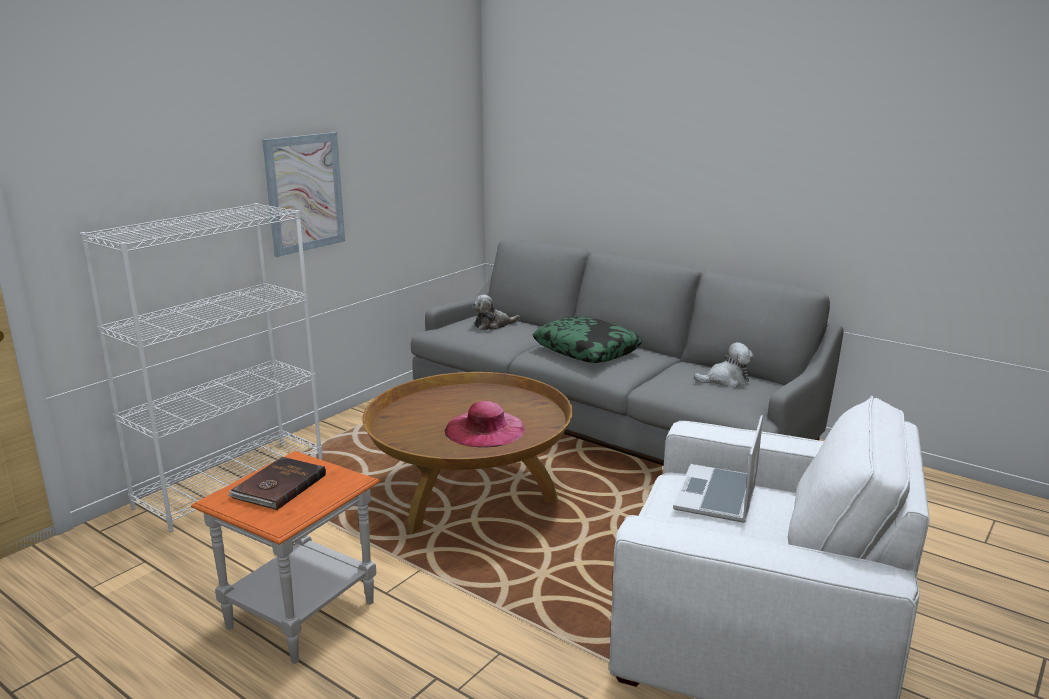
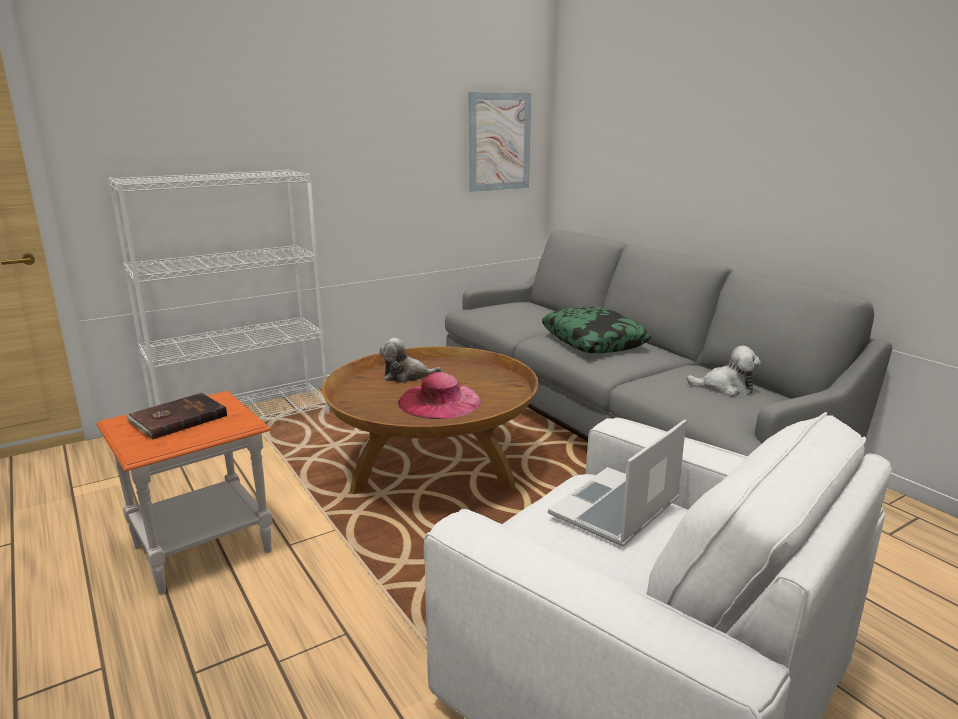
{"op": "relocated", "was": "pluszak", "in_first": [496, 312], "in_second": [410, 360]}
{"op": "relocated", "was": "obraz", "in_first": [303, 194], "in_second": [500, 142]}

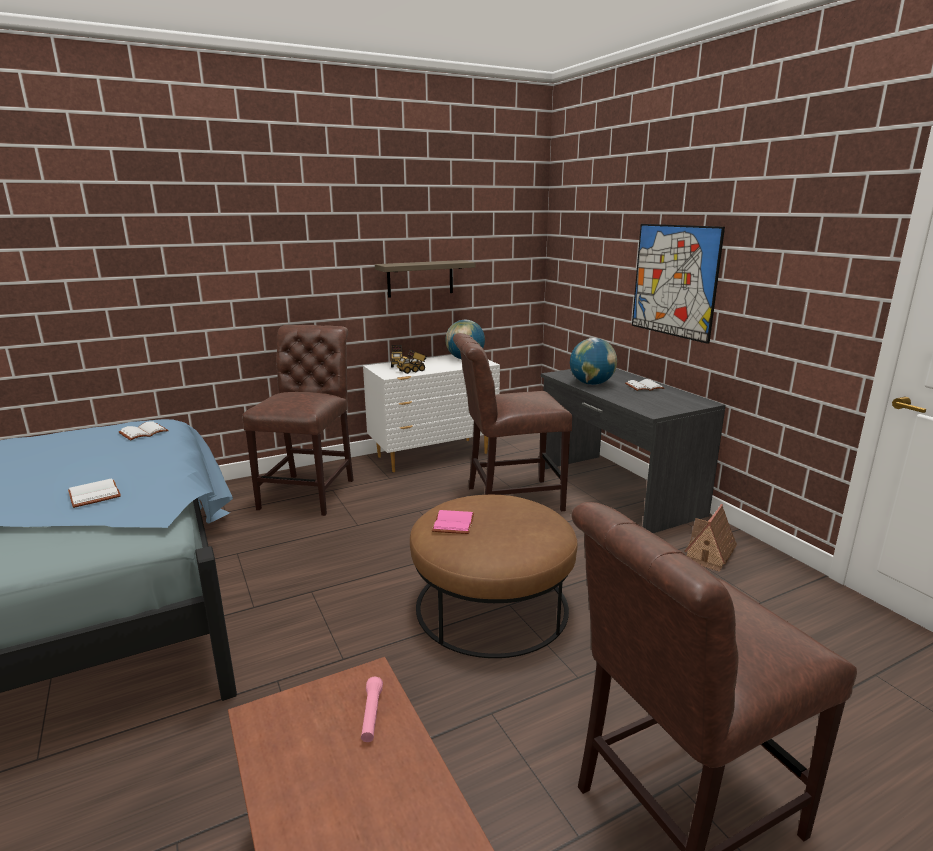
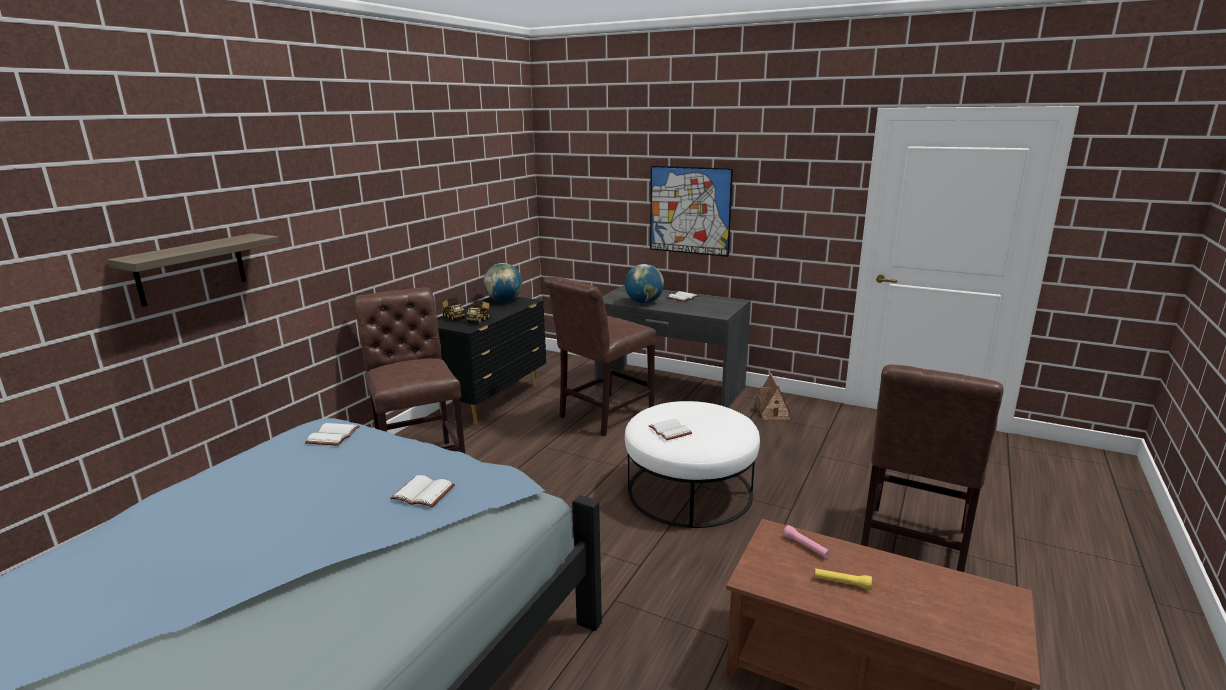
{"op": "relocated", "was": "półka", "in_first": [425, 279], "in_second": [193, 269]}
{"op": "colour", "was": "komoda [biały]", "now": "komoda [czarny]", "in_first": [431, 413], "in_second": [491, 360]}
{"op": "colour", "was": "pufa [brązowy]", "now": "pufa [biały]", "in_first": [493, 576], "in_second": [692, 464]}
{"op": "colour", "was": "książka [różowy]", "now": "książka [biały]", "in_first": [453, 522], "in_second": [670, 430]}
{"op": "appeared", "now": "latarka [żółty]", "in_second": [843, 579]}

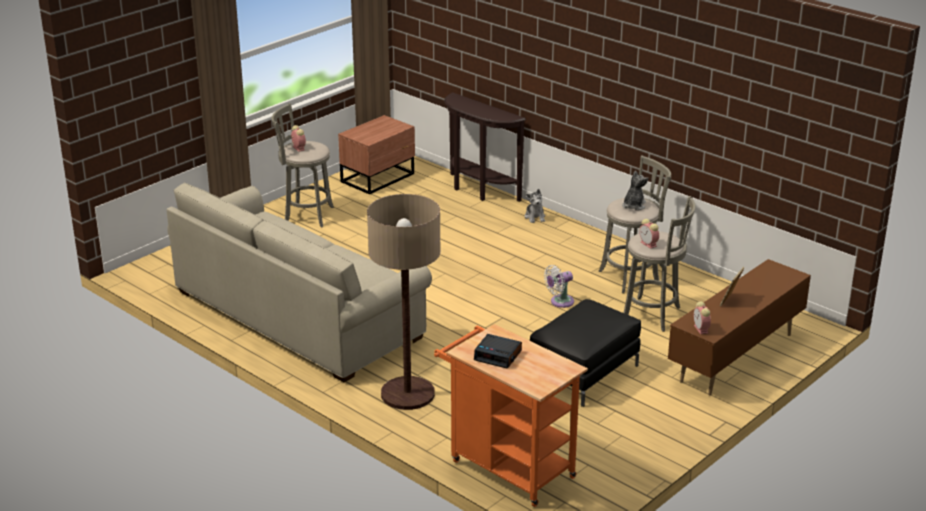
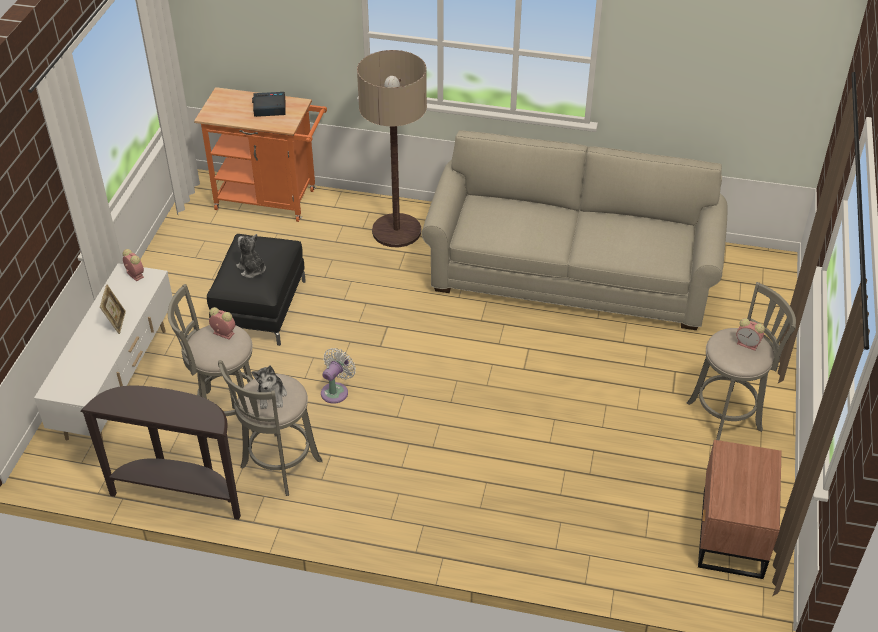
{"op": "colour", "was": "szafka pod telewizor [brązowy]", "now": "szafka pod telewizor [biały]", "in_first": [739, 327], "in_second": [103, 352]}
{"op": "relocated", "was": "stolik konsolowy [brązowy]", "in_first": [485, 147], "in_second": [160, 452]}
{"op": "relocated", "was": "pluszak", "in_first": [535, 206], "in_second": [251, 256]}

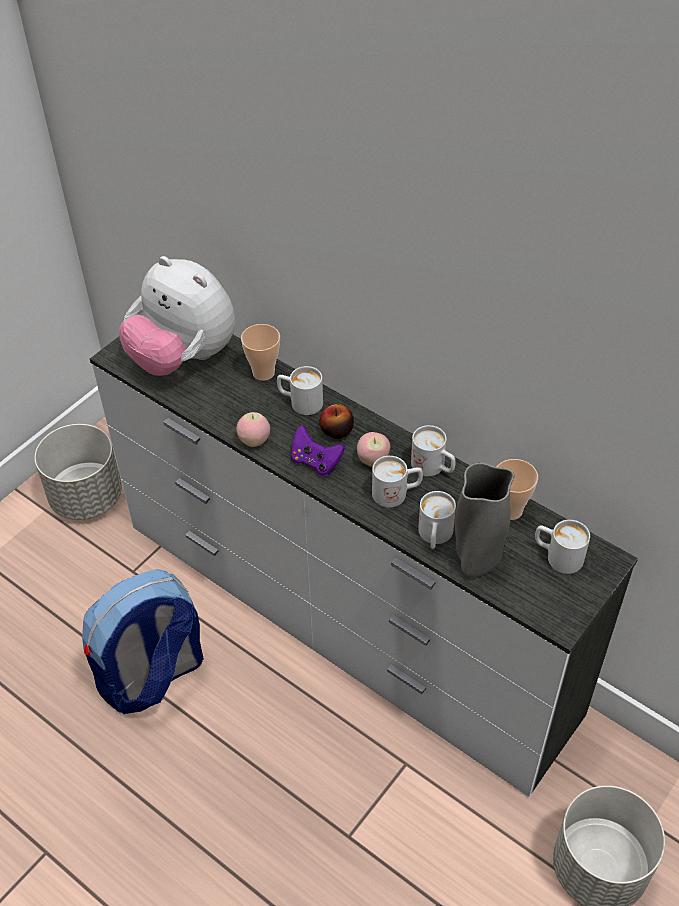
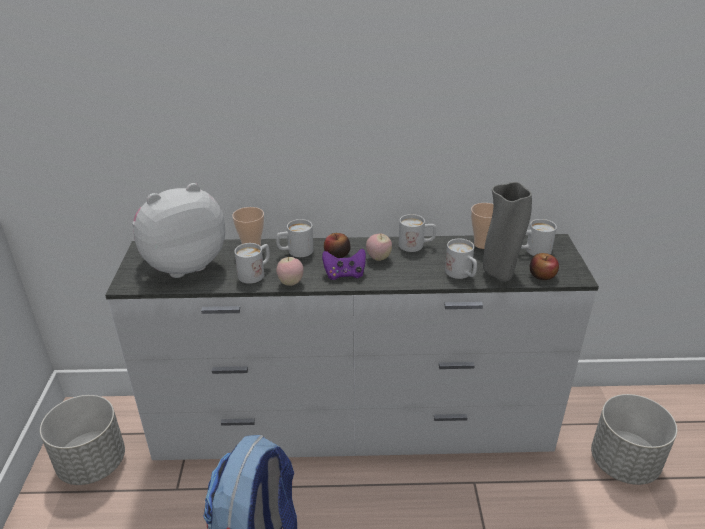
{"op": "spun", "was": "pluszak", "in_first": [177, 316], "in_second": [178, 230], "clockwise": 150}
{"op": "relocated", "was": "kubek [biały]", "in_first": [397, 482], "in_second": [252, 263]}
{"op": "appeared", "now": "jabłko", "in_second": [544, 266]}

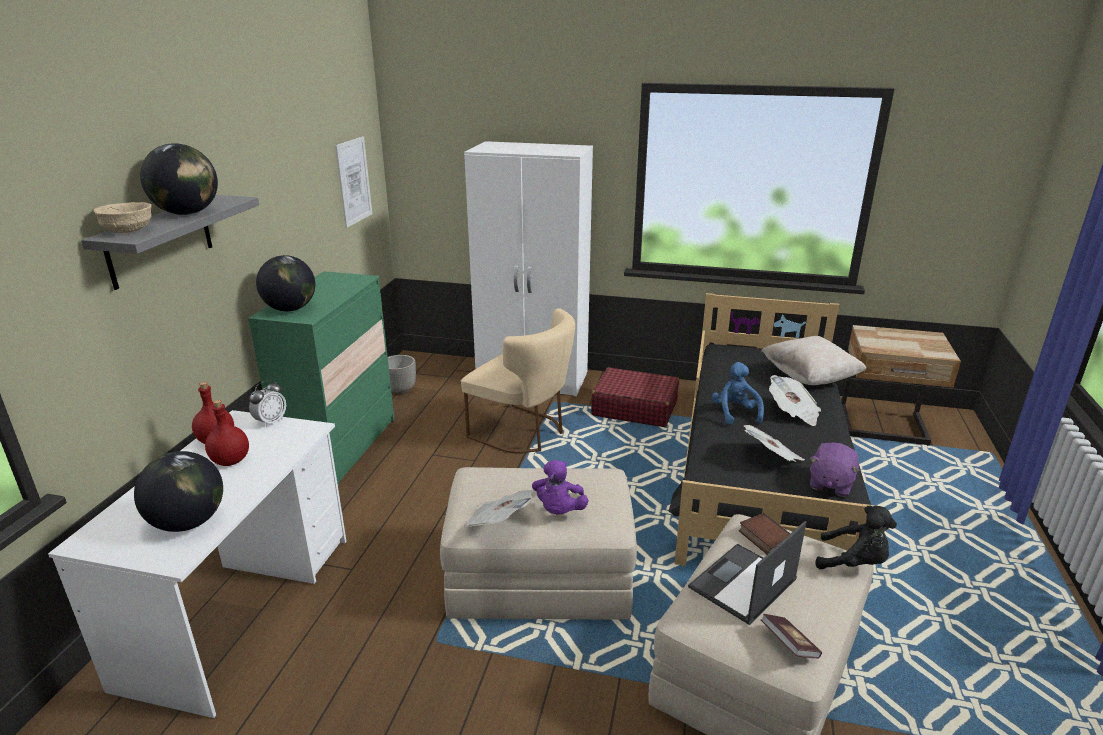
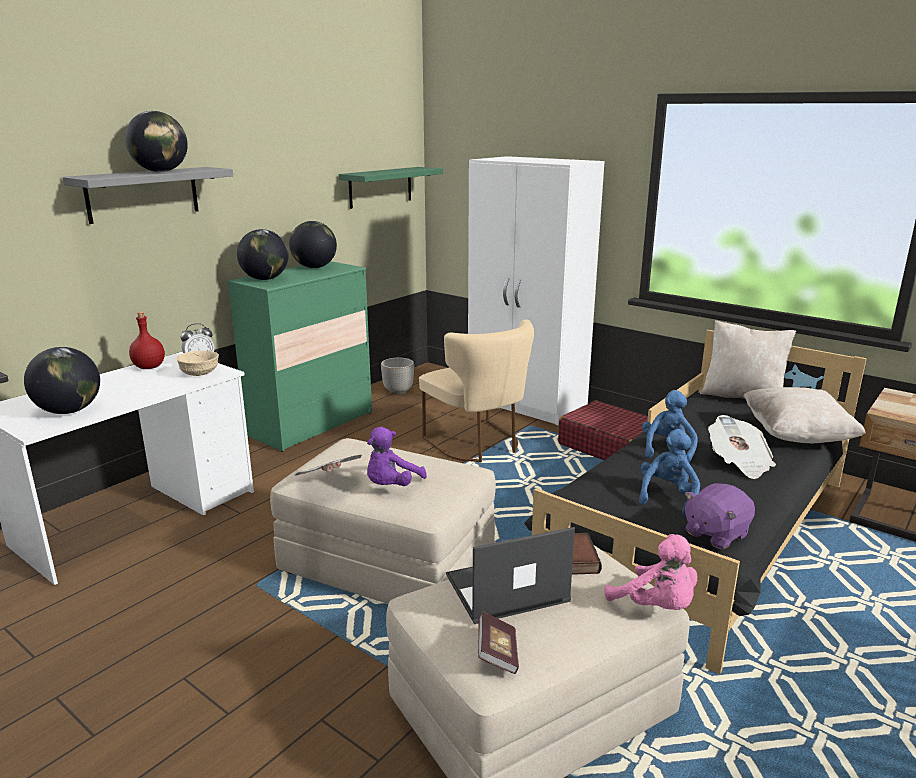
{"op": "relocated", "was": "miska [beżowy]", "in_first": [122, 217], "in_second": [198, 363]}
{"op": "appeared", "now": "globus", "in_second": [313, 244]}
{"op": "exchanged", "was": "obraz", "now": "półka [zielony]", "in_first": [354, 182], "in_second": [391, 188]}
{"op": "colour", "was": "pluszak [czarny]", "now": "pluszak [różowy]", "in_first": [856, 537], "in_second": [650, 572]}
{"op": "exchanged", "was": "gazeta", "now": "pluszak [niebieski]", "in_first": [774, 443], "in_second": [669, 472]}
{"op": "appeared", "now": "poduszka [beżowy]", "in_second": [748, 359]}
{"op": "missing", "was": "butelka [czerwony]", "in_first": [227, 433]}

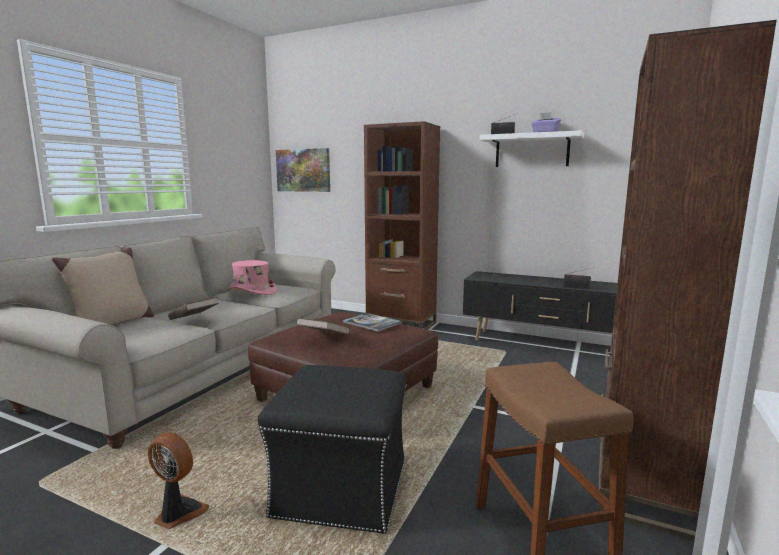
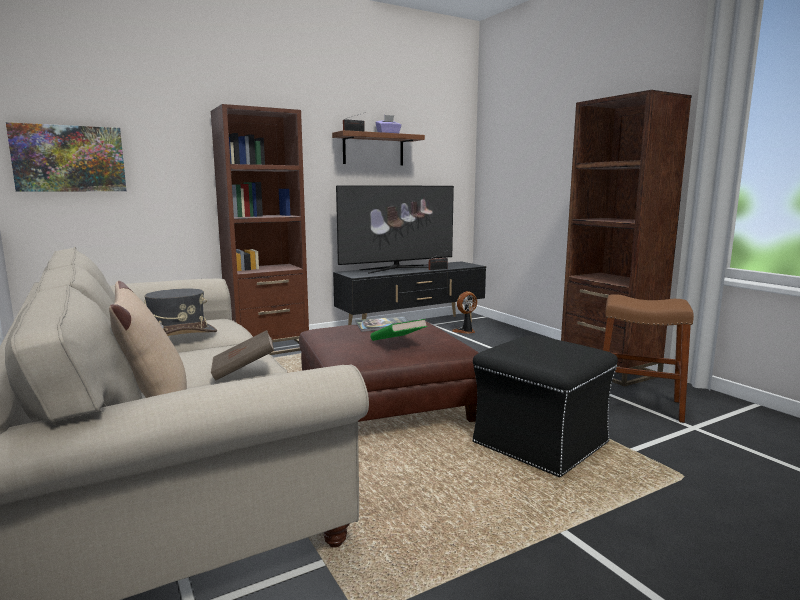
{"op": "colour", "was": "kapelusz [różowy]", "now": "kapelusz [szary]", "in_first": [252, 277], "in_second": [180, 312]}
{"op": "colour", "was": "półka [biały]", "now": "półka [brązowy]", "in_first": [532, 148], "in_second": [378, 147]}
{"op": "appeared", "now": "telewizor", "in_second": [395, 229]}
{"op": "colour", "was": "książka [brązowy]", "now": "książka [zielony]", "in_first": [323, 326], "in_second": [399, 330]}
{"op": "relocated", "was": "wentylator", "in_first": [179, 480], "in_second": [464, 312]}

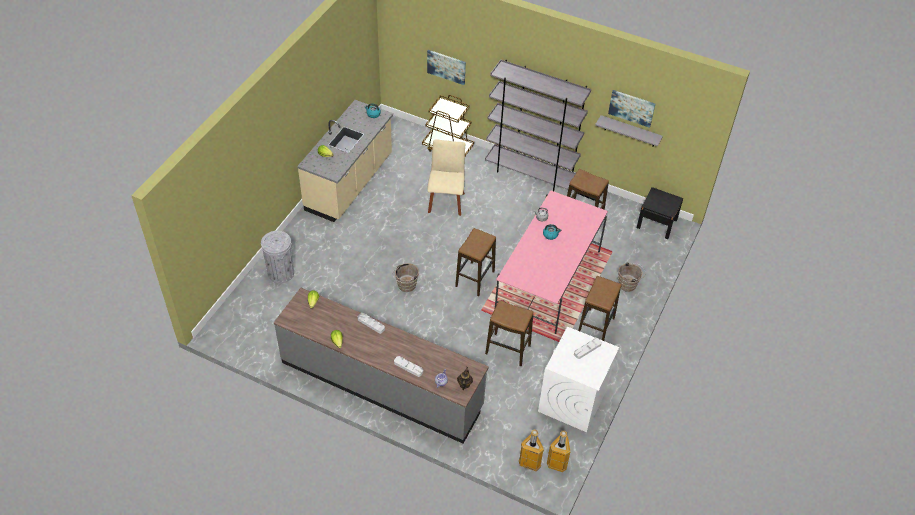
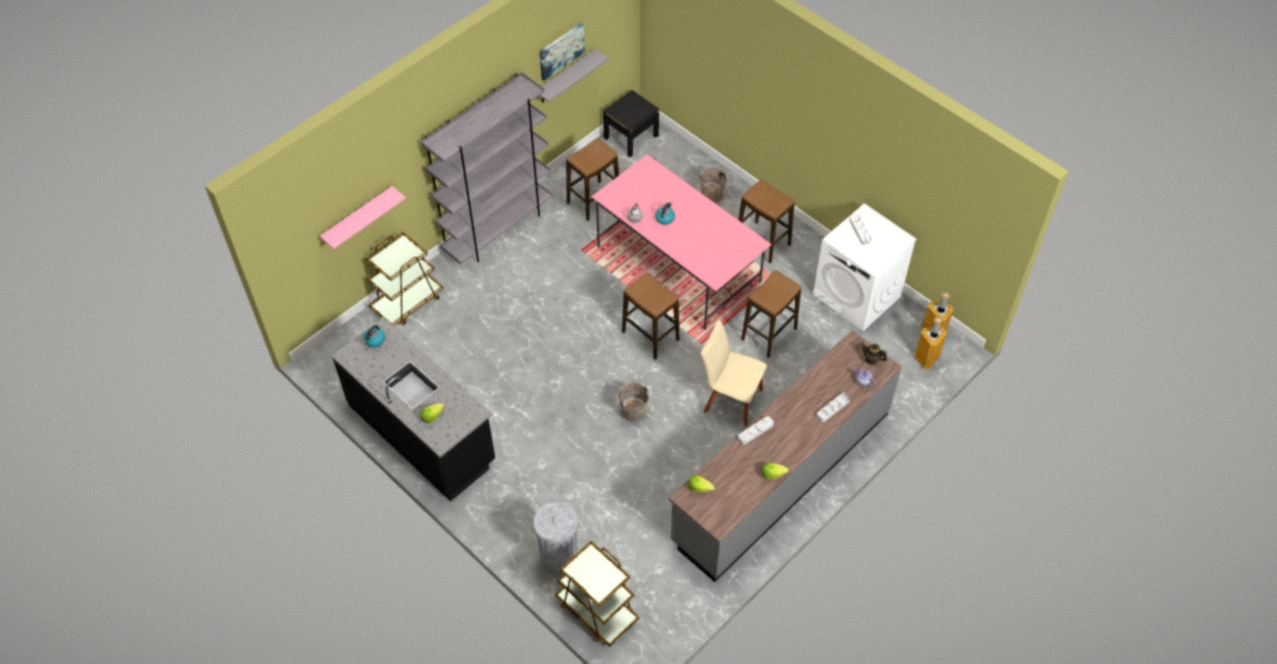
{"op": "exchanged", "was": "obraz", "now": "półka [różowy]", "in_first": [446, 67], "in_second": [363, 217]}
{"op": "colour", "was": "zabudowa kuchenna [beżowy]", "now": "zabudowa kuchenna [czarny]", "in_first": [345, 161], "in_second": [413, 409]}
{"op": "appeared", "now": "wózek [brązowy]", "in_second": [597, 594]}
{"op": "relocated", "was": "krzesło [beżowy]", "in_first": [446, 177], "in_second": [734, 373]}

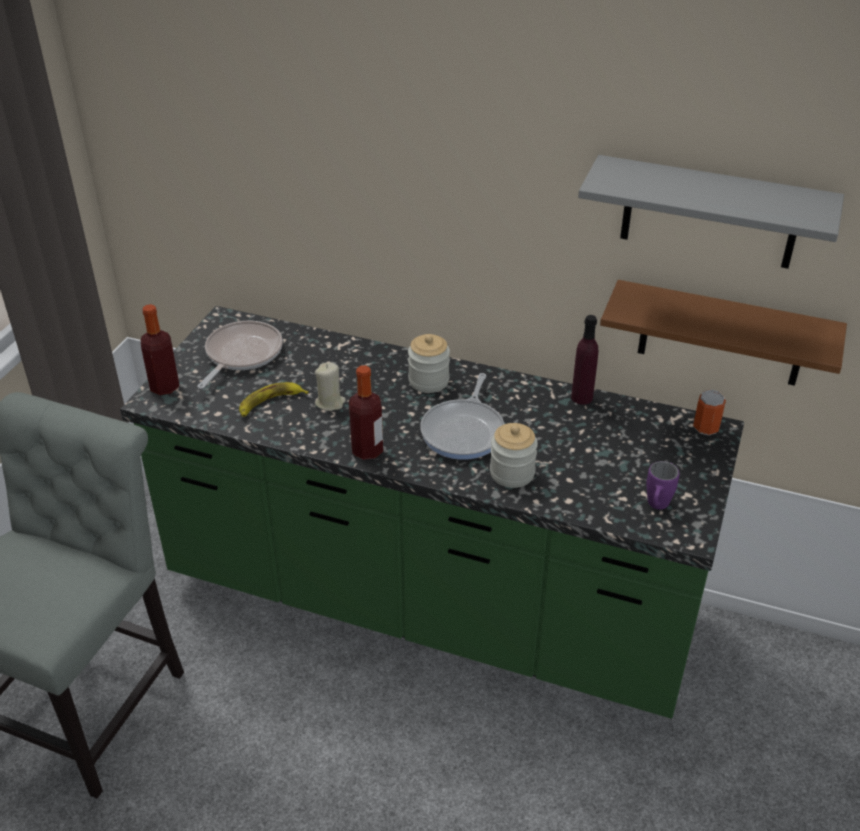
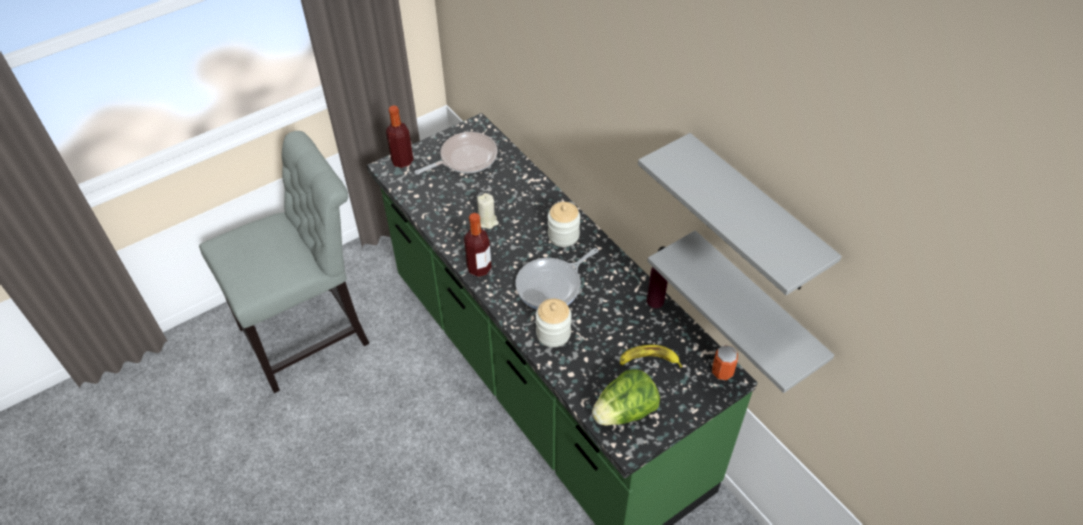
{"op": "exchanged", "was": "kubek [fioletowy]", "now": "sałata", "in_first": [663, 485], "in_second": [626, 397]}
{"op": "relocated", "was": "banan", "in_first": [274, 399], "in_second": [651, 356]}
{"op": "colour", "was": "półka [brązowy]", "now": "półka [szary]", "in_first": [723, 333], "in_second": [740, 311]}

